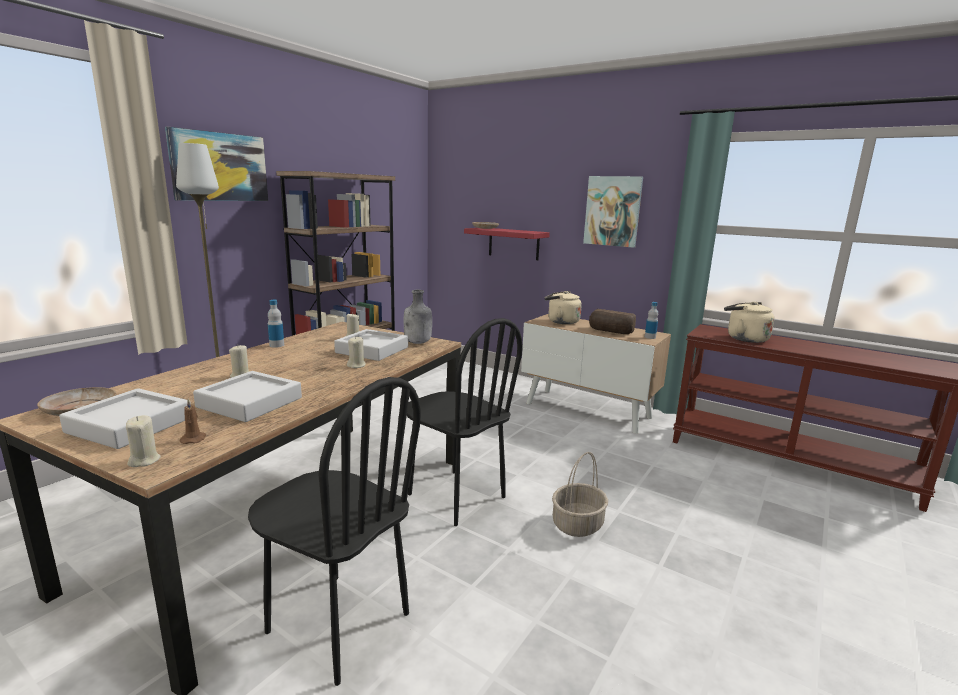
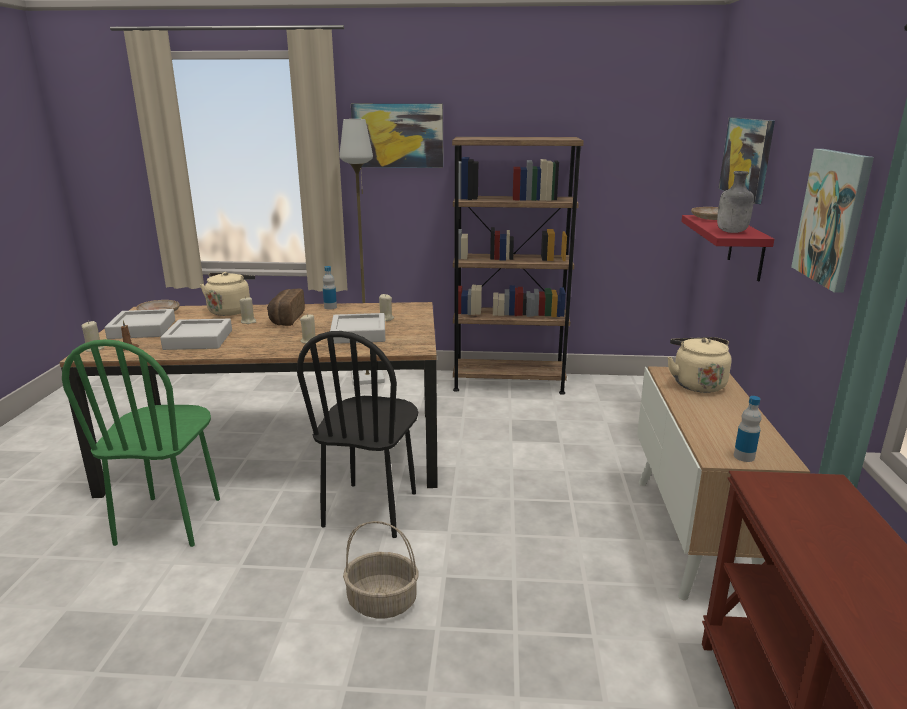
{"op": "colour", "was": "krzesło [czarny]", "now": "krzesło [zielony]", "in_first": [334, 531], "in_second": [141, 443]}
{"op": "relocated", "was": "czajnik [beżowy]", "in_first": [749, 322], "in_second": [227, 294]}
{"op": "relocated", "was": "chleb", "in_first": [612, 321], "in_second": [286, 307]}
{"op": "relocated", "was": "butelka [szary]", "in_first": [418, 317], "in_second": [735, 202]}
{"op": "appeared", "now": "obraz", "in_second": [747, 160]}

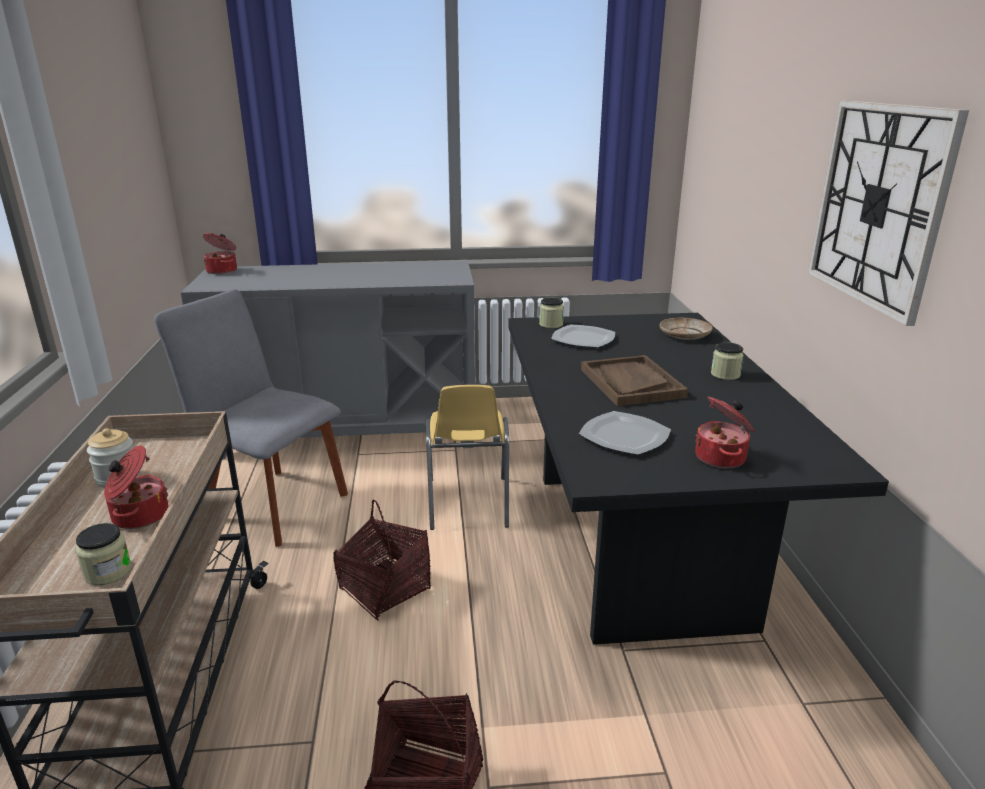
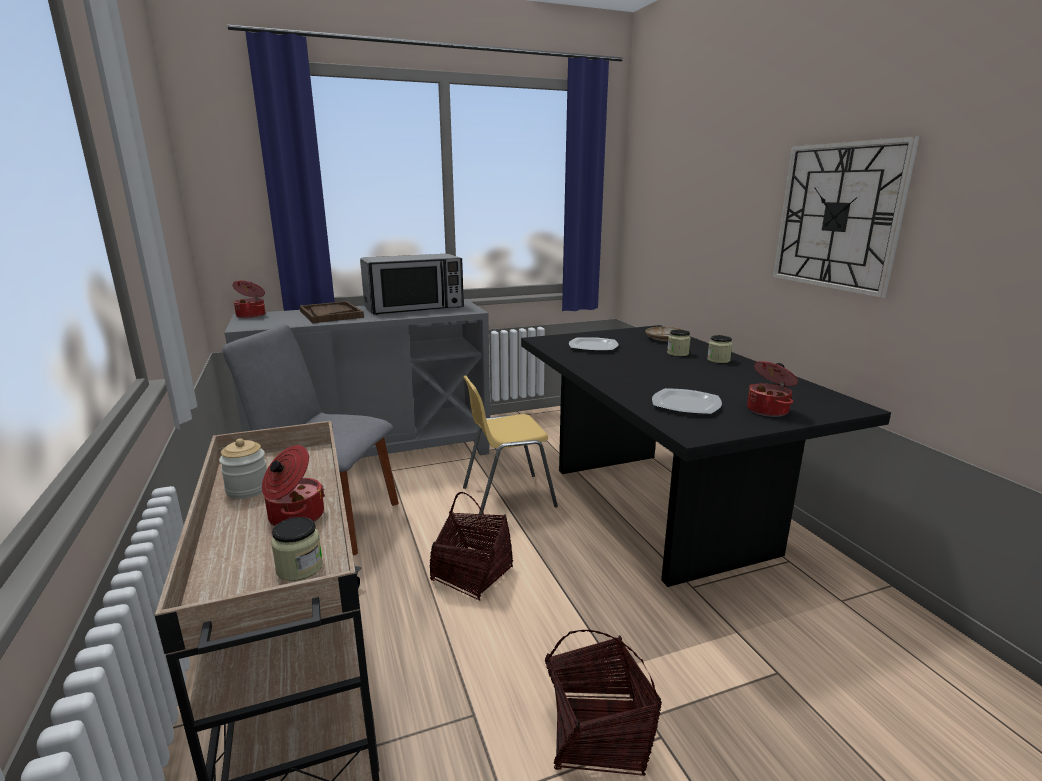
{"op": "relocated", "was": "taca [brązowy]", "in_first": [634, 380], "in_second": [331, 312]}
{"op": "appeared", "now": "mikrofalówka", "in_second": [412, 284]}
{"op": "spun", "was": "krzesło [żółty]", "in_first": [467, 457], "in_second": [510, 446], "clockwise": 90}
{"op": "relocated", "was": "słoik", "in_first": [551, 312], "in_second": [679, 342]}

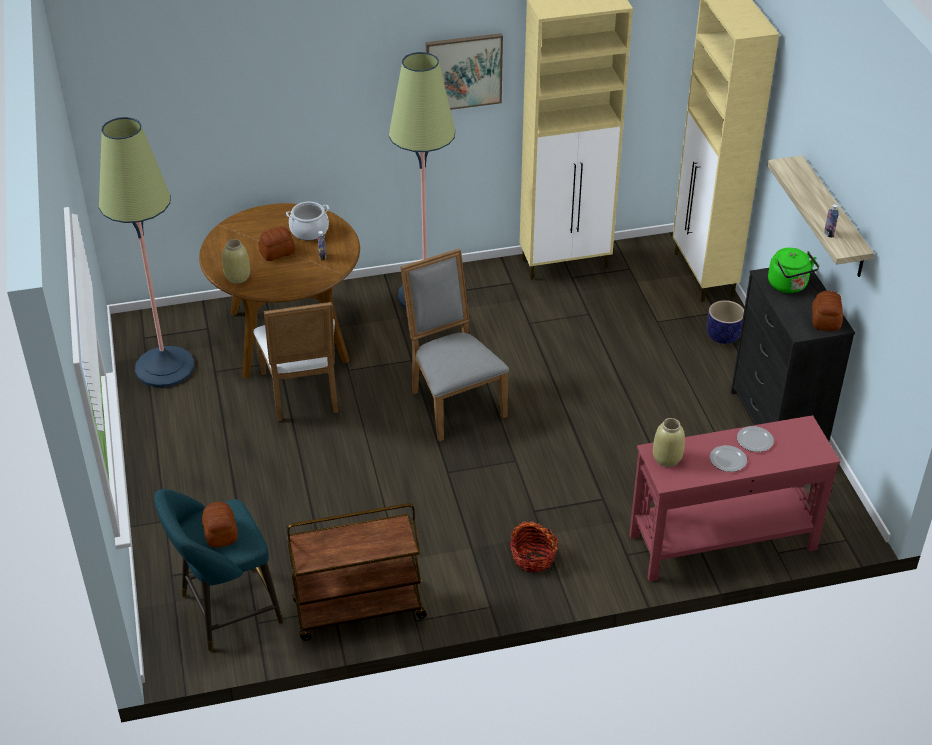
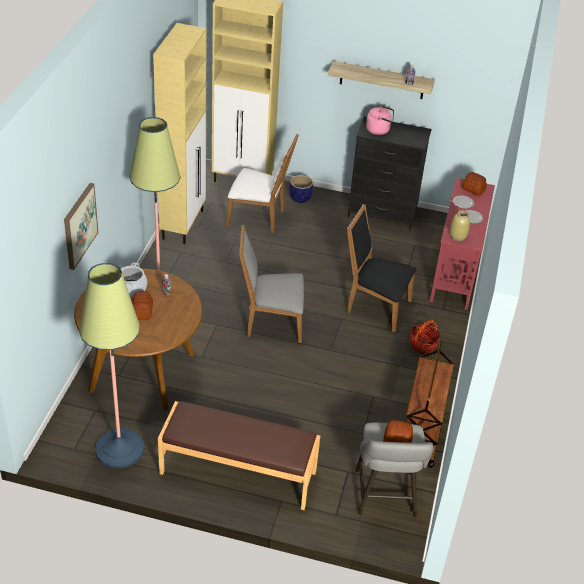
{"op": "relocated", "was": "obraz", "in_first": [464, 71], "in_second": [81, 226]}
{"op": "appeared", "now": "ławka [brązowy]", "in_second": [239, 455]}
{"op": "relocated", "was": "krzesło [biały]", "in_first": [295, 361], "in_second": [262, 184]}
{"op": "appeared", "now": "krzesło [czarny]", "in_second": [381, 268]}
{"op": "colour", "was": "stołek [turkusowy]", "now": "stołek [szary]", "in_first": [218, 570], "in_second": [395, 470]}
{"op": "colour", "was": "czajnik [zielony]", "now": "czajnik [różowy]", "in_first": [793, 270], "in_second": [380, 120]}
{"op": "relocated", "was": "chleb", "in_first": [827, 311], "in_second": [474, 184]}
{"op": "missing", "was": "wazon [beżowy]", "in_first": [236, 261]}

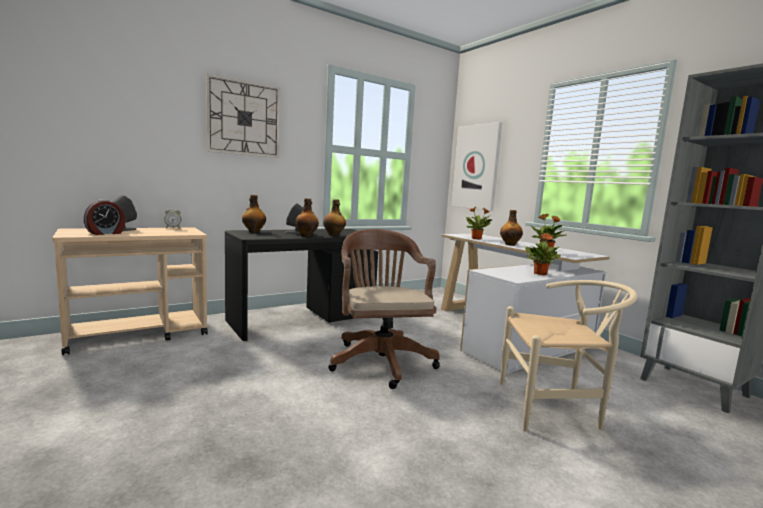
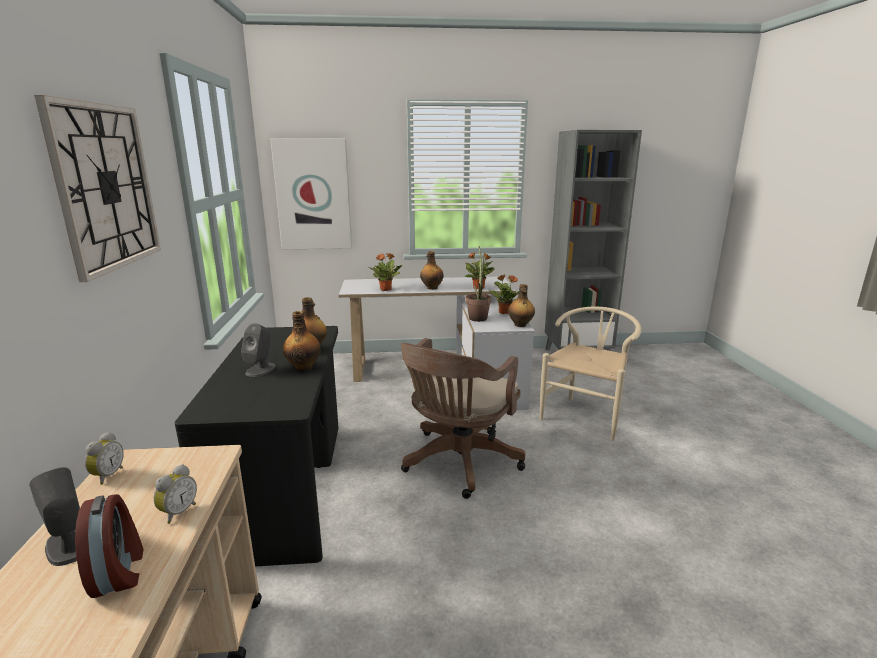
{"op": "appeared", "now": "budzik", "in_second": [175, 494]}
{"op": "spun", "was": "krzesło biurowe [brązowy]", "in_first": [384, 309], "in_second": [463, 418], "clockwise": -75}
{"op": "appeared", "now": "roślina doniczkowa", "in_second": [478, 284]}
{"op": "relocated", "was": "butelka", "in_first": [254, 213], "in_second": [521, 305]}

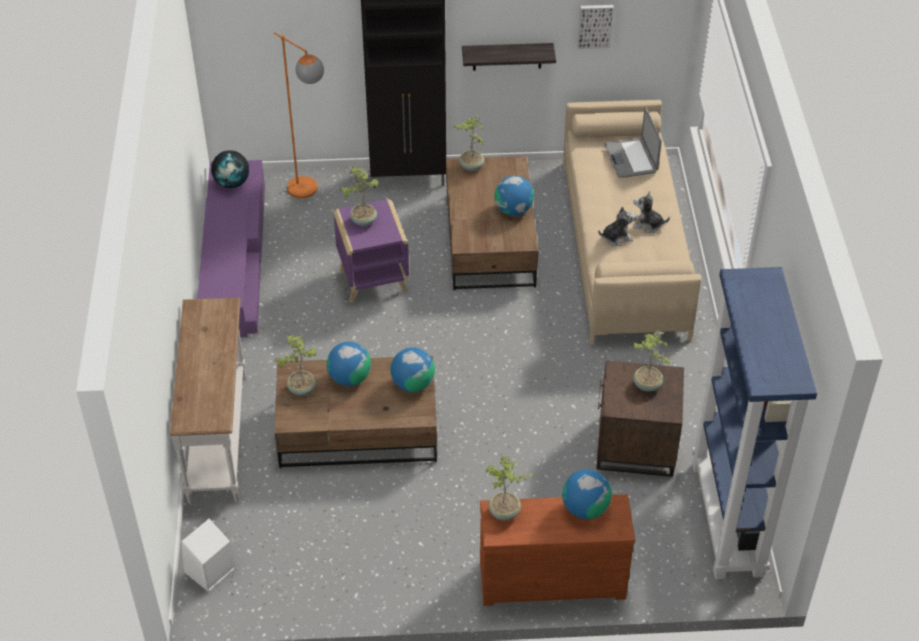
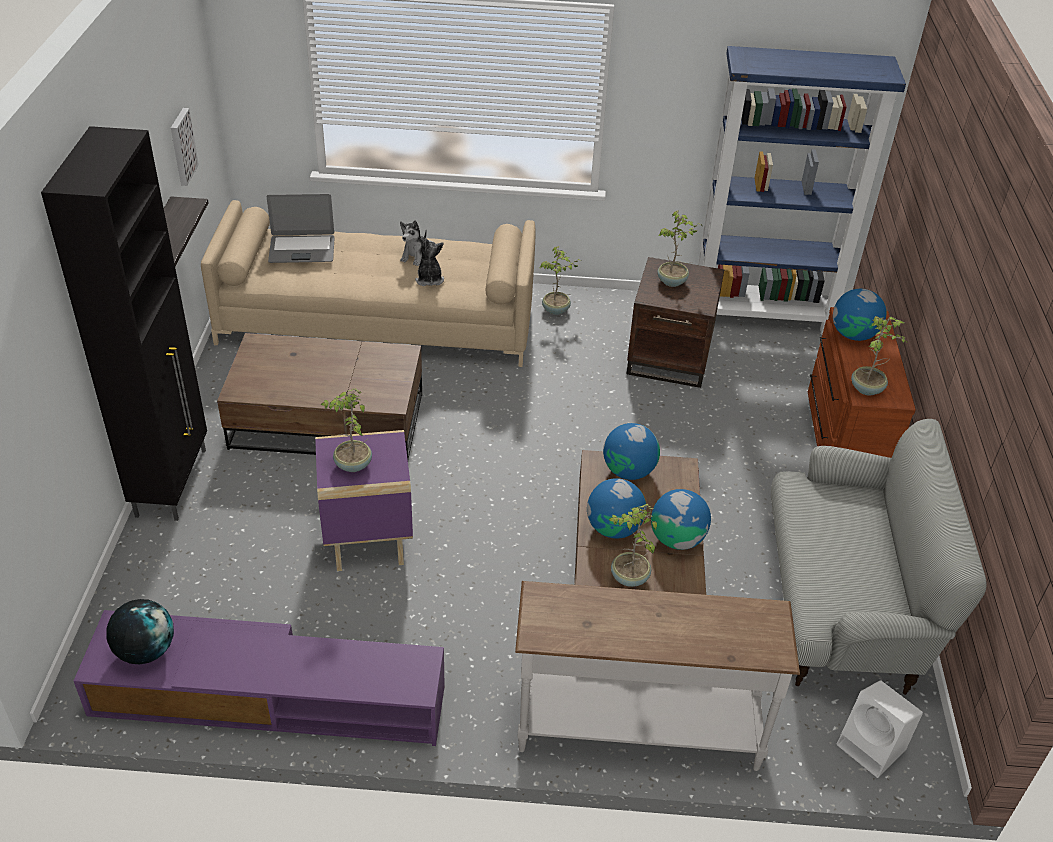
{"op": "relocated", "was": "roślina doniczkowa", "in_first": [469, 143], "in_second": [560, 280]}
{"op": "relocated", "was": "globus", "in_first": [514, 196], "in_second": [681, 519]}
{"op": "appeared", "now": "kanapa", "in_second": [879, 557]}
{"op": "missing", "was": "lampa stojąca [pomarańczowy]", "in_first": [299, 115]}

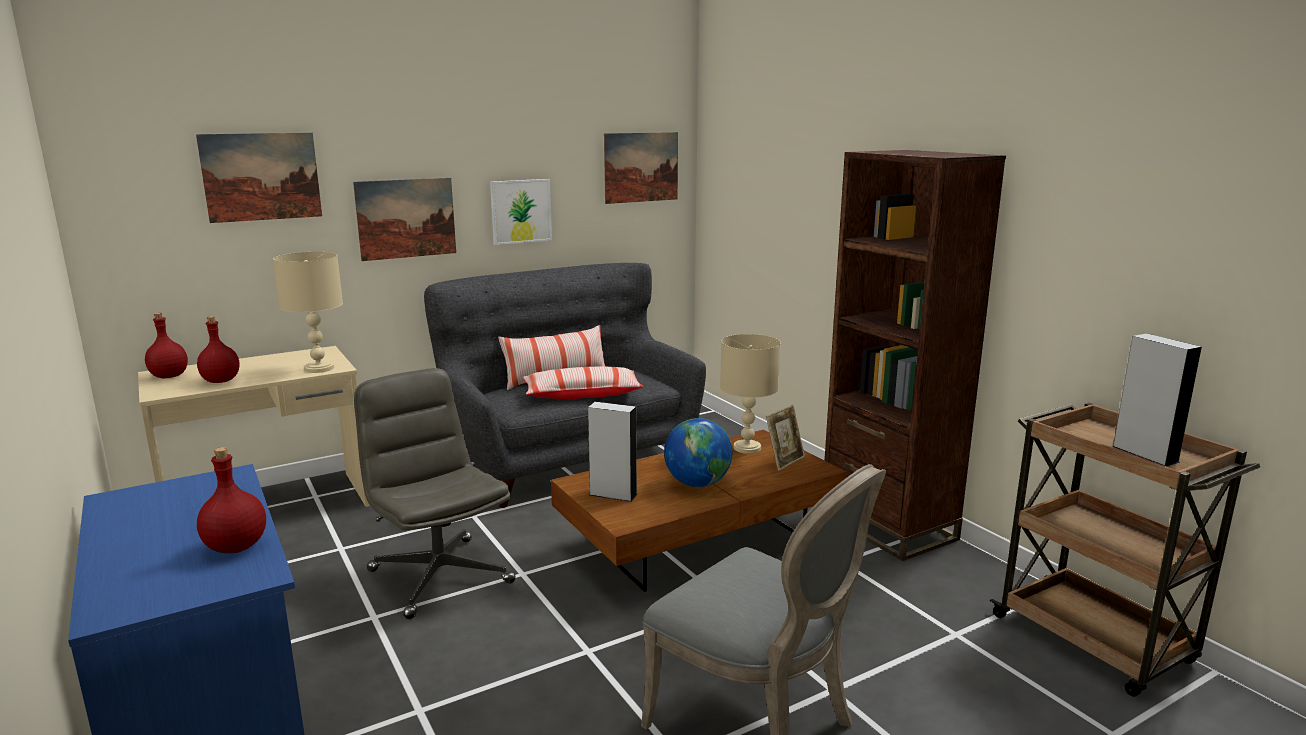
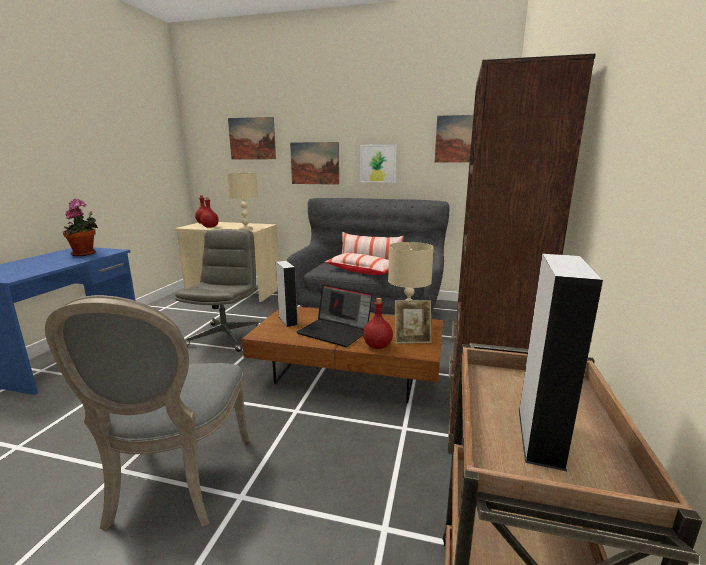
{"op": "appeared", "now": "roślina doniczkowa", "in_second": [80, 227]}
{"op": "exchanged", "was": "globus", "now": "laptop", "in_first": [698, 452], "in_second": [334, 316]}
{"op": "relocated", "was": "butelka [czerwony]", "in_first": [231, 500], "in_second": [378, 323]}

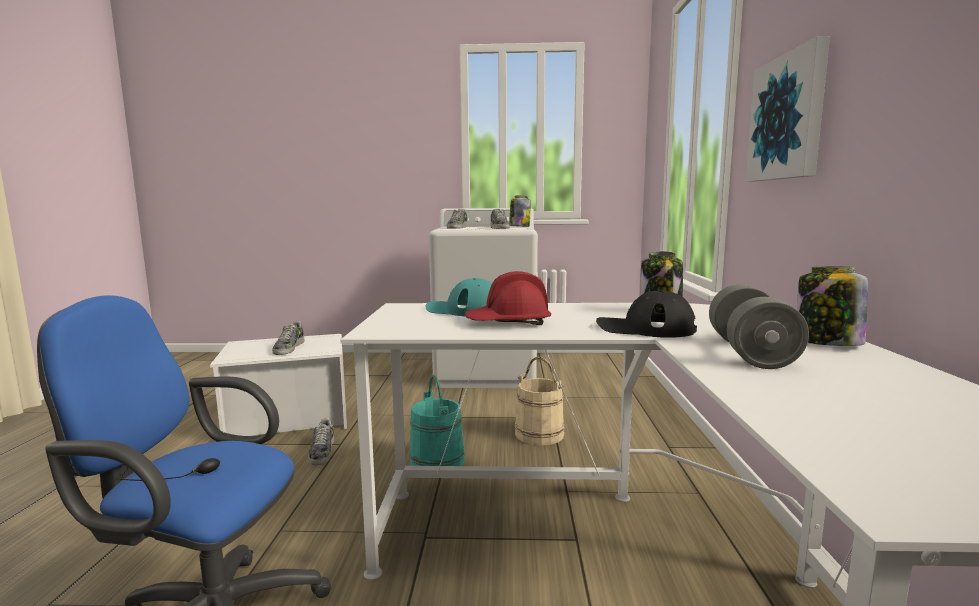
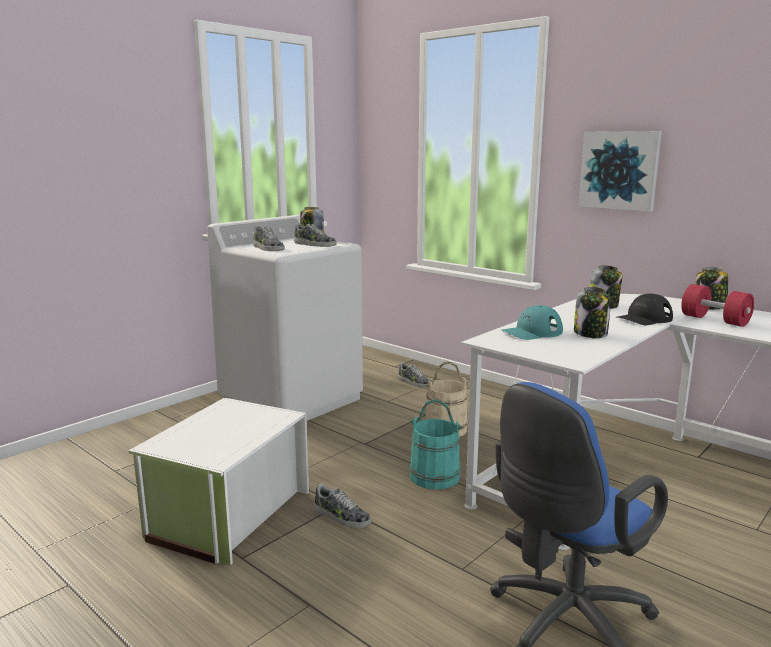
{"op": "relocated", "was": "but", "in_first": [288, 338], "in_second": [415, 375]}
{"op": "exchanged", "was": "kask [czerwony]", "now": "słoik", "in_first": [508, 298], "in_second": [592, 312]}
{"op": "colour", "was": "hantel [szary]", "now": "hantel [czerwony]", "in_first": [759, 326], "in_second": [717, 305]}

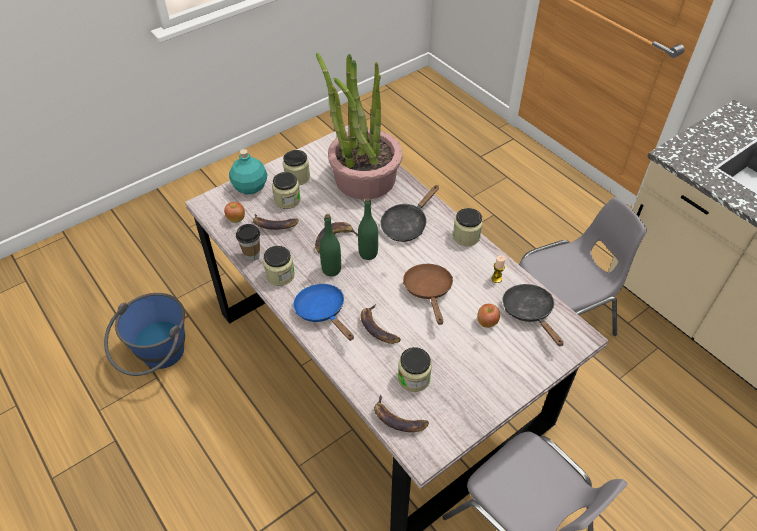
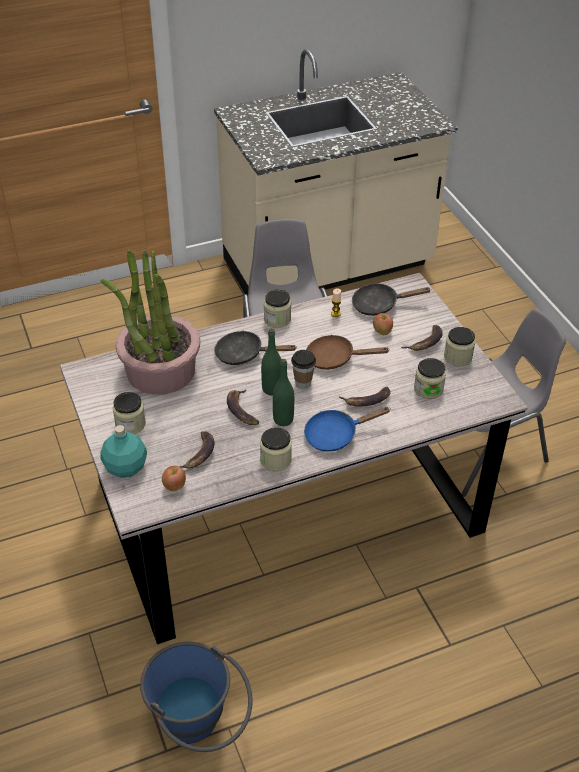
{"op": "spun", "was": "patelnia [czarny]", "in_first": [410, 213], "in_second": [255, 348], "clockwise": 135}
{"op": "relocated", "was": "filiżanka", "in_first": [248, 242], "in_second": [303, 369]}
{"op": "relocated", "was": "banan", "in_first": [401, 413], "in_second": [422, 338]}
{"op": "relocated", "was": "słoik", "in_first": [286, 190], "in_second": [459, 346]}

